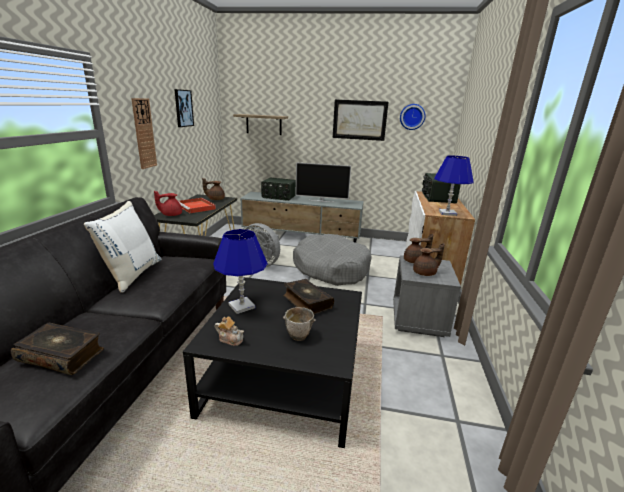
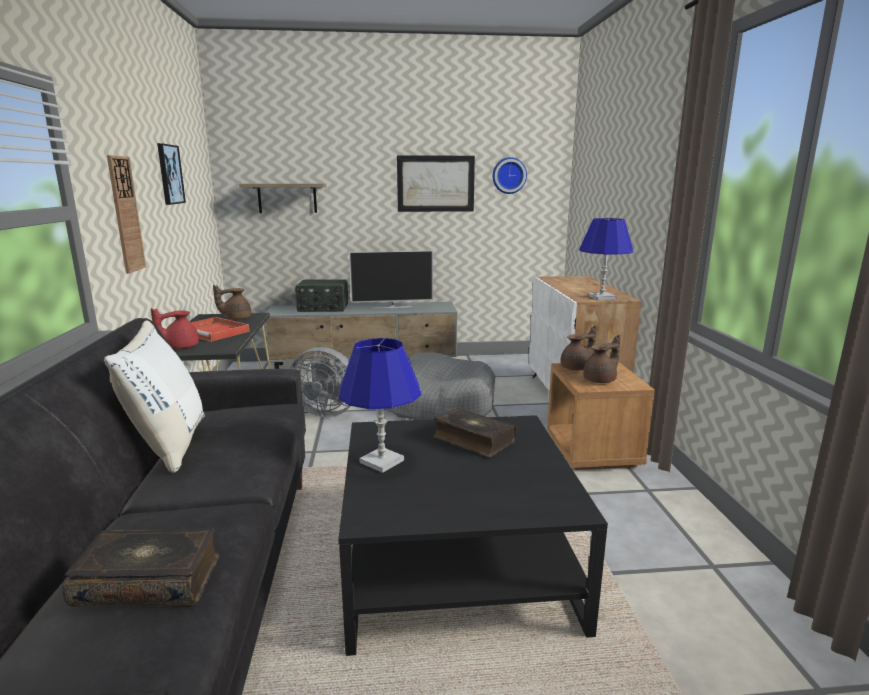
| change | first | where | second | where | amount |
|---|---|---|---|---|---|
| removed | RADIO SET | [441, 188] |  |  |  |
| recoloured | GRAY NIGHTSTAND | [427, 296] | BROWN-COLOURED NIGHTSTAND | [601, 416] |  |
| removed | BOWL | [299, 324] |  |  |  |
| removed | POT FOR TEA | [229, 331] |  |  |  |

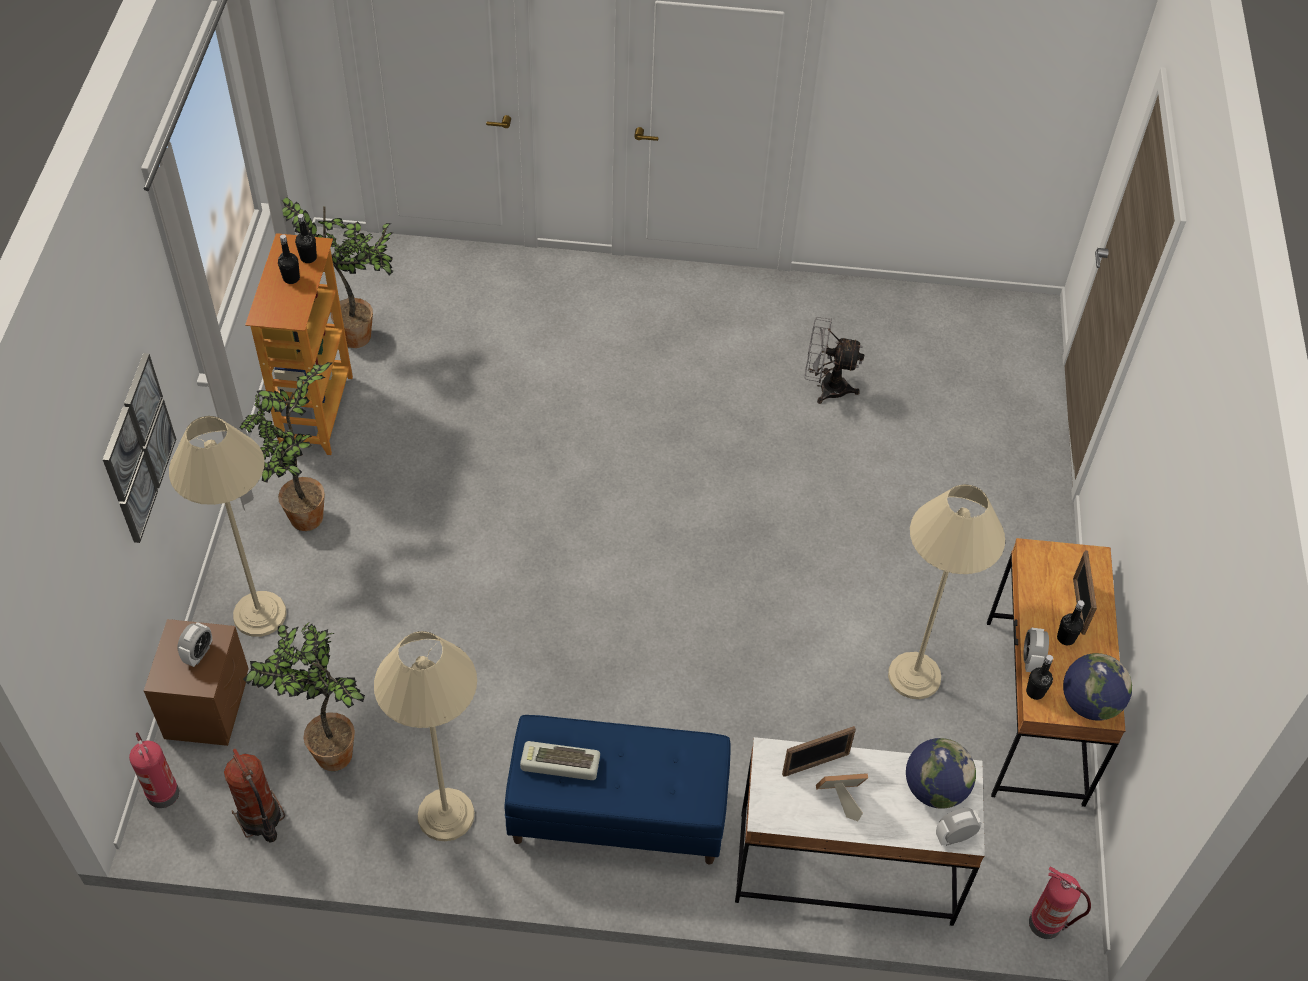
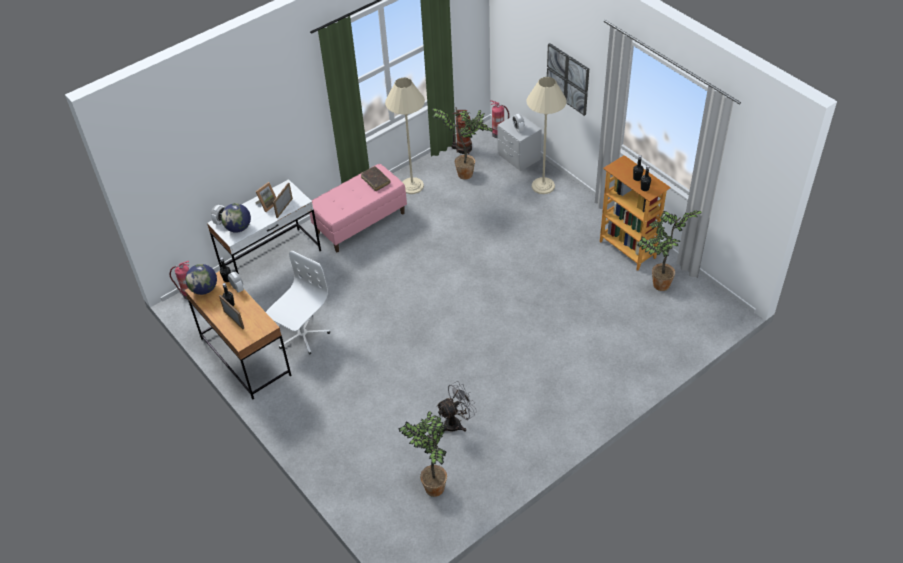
| change | first | where | second | where | amount |
|---|---|---|---|---|---|
| moved | PLANT IN A POT | [285, 446] |  | [422, 454] |  |
| replaced | SAND-COLOURED STANDARD LAMP | [946, 591] | WHITE DESK CHAIR | [298, 303] |  |
| recoloured | BROWN-COLOURED NIGHTSTAND | [196, 682] | GRAY NIGHTSTAND | [519, 142] |  |
| recoloured | BLUE-COLOURED BENCH | [617, 790] | PINK BENCH | [358, 208] |  |
| replaced | COMPUTER KEYBOARD | [560, 760] | BROWN-COLOURED BOOK | [375, 178] |  |

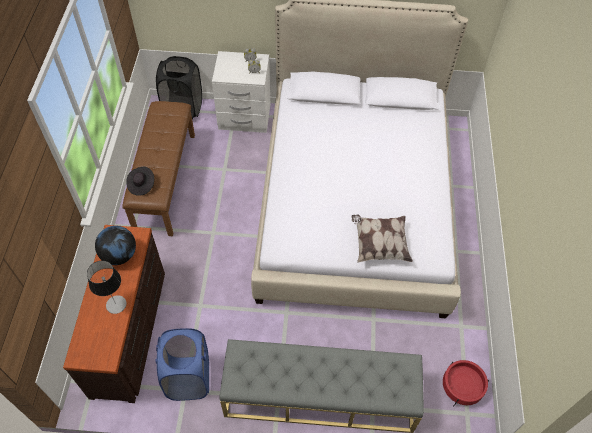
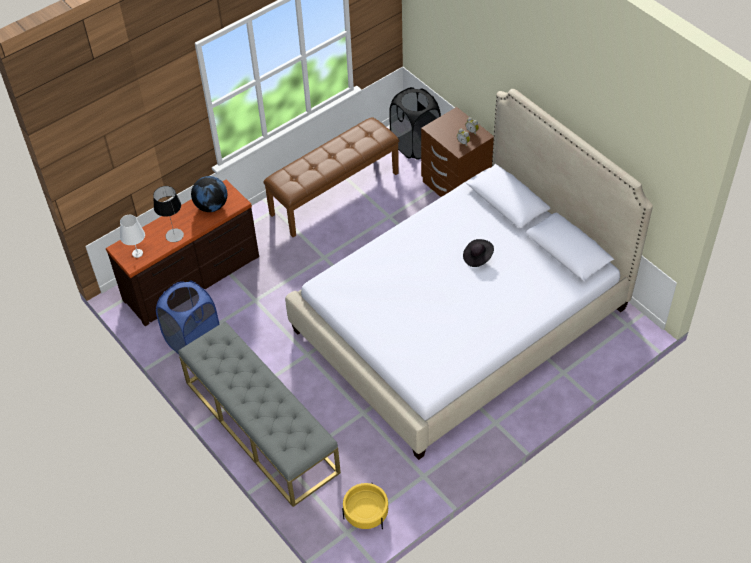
| change | first | where | second | where | amount |
|---|---|---|---|---|---|
| recoloured | WHITE NIGHTSTAND | [241, 92] | BROWN-COLOURED NIGHTSTAND | [457, 152] |  |
| moved | BLACKISH CLOTHING HAT | [140, 181] |  | [478, 253] |  |
| removed | CUSHION | [382, 239] |  |  |  |
| recoloured | RED-COLOURED PLANTER | [466, 383] | YELLOWISH PLANTER | [365, 506] |  |
| added |  |  | WHITE TABLETOP LAMP | [132, 236] |  |

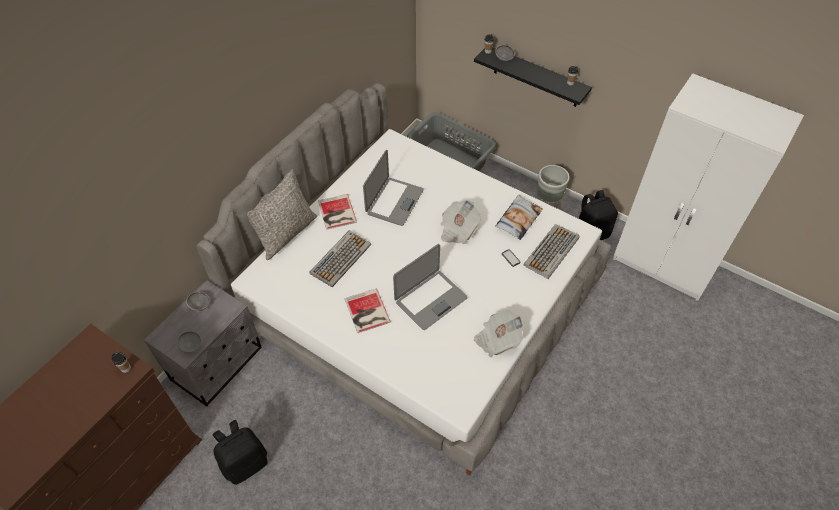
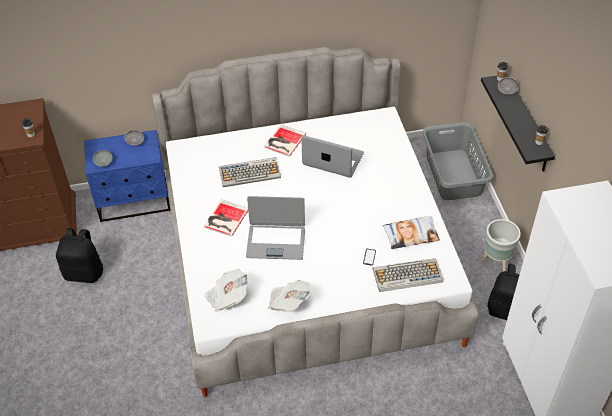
| change | first | where | second | where | amount |
|---|---|---|---|---|---|
| turned | PORTABLE COMPUTER | [393, 188] |  | [332, 156] | 135 degrees counterclockwise |
| removed | GRAY CUSHION | [282, 214] |  |  |  |
| moved | PRINTED PAPER | [461, 222] |  | [227, 290] |  |
| recoloured | GRAY NIGHTSTAND | [203, 343] | BLUE-COLOURED NIGHTSTAND | [127, 176] |  |

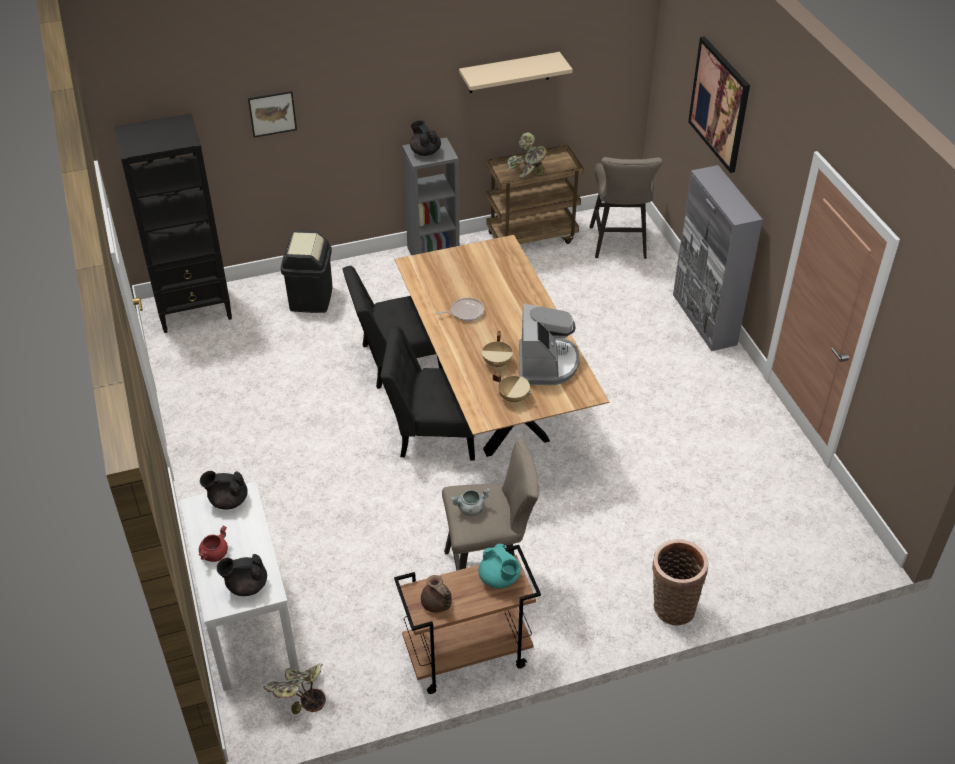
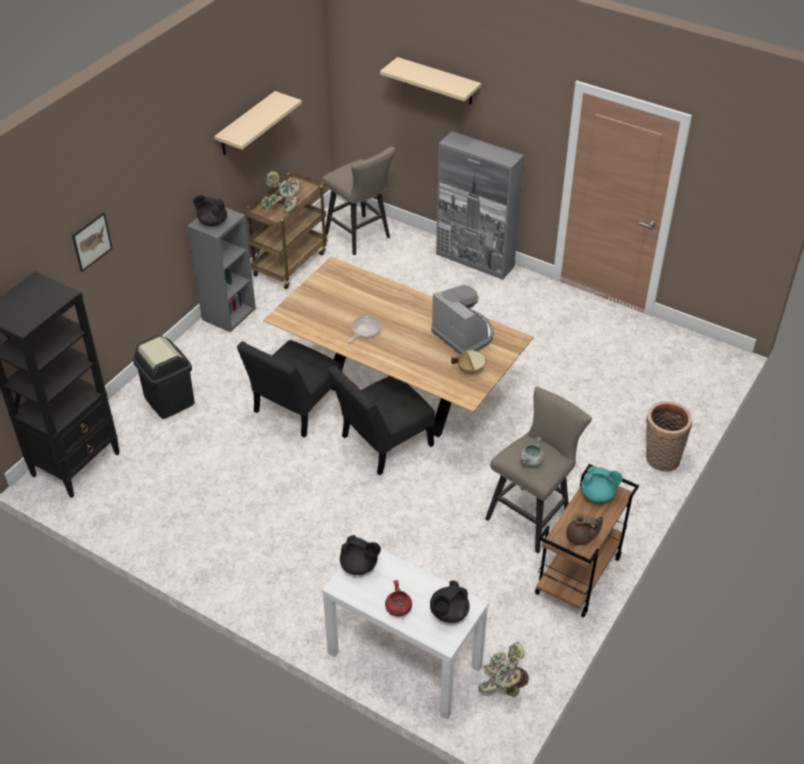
| change | first | where | second | where | amount |
|---|---|---|---|---|---|
| replaced | WALL PICTURE | [719, 104] | SAND-COLOURED SHELF | [430, 80] |  |
| removed | SAND-COLOURED SAUCEPOT | [497, 349] |  |  |  |
| turned | BLACKISH POT FOR TEA | [224, 490] |  | [360, 555] | 120 degrees counterclockwise |

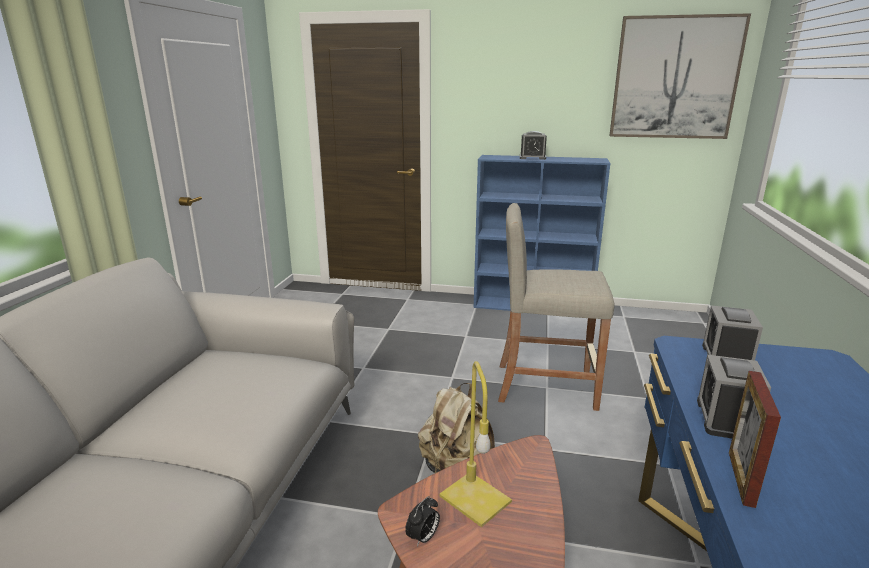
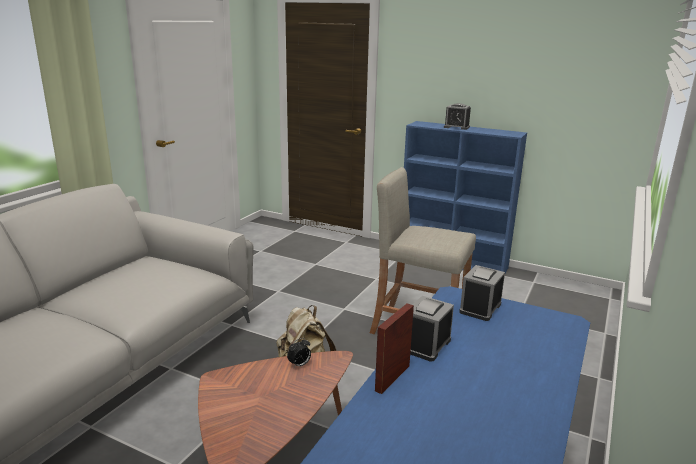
| change | first | where | second | where | amount |
|---|---|---|---|---|---|
| removed | WALL PICTURE | [680, 76] |  |  |  |
| removed | YELLOWISH TABLETOP LAMP | [475, 444] |  |  |  |
| moved | TABLE CLOCK | [422, 521] |  | [299, 353] |  |

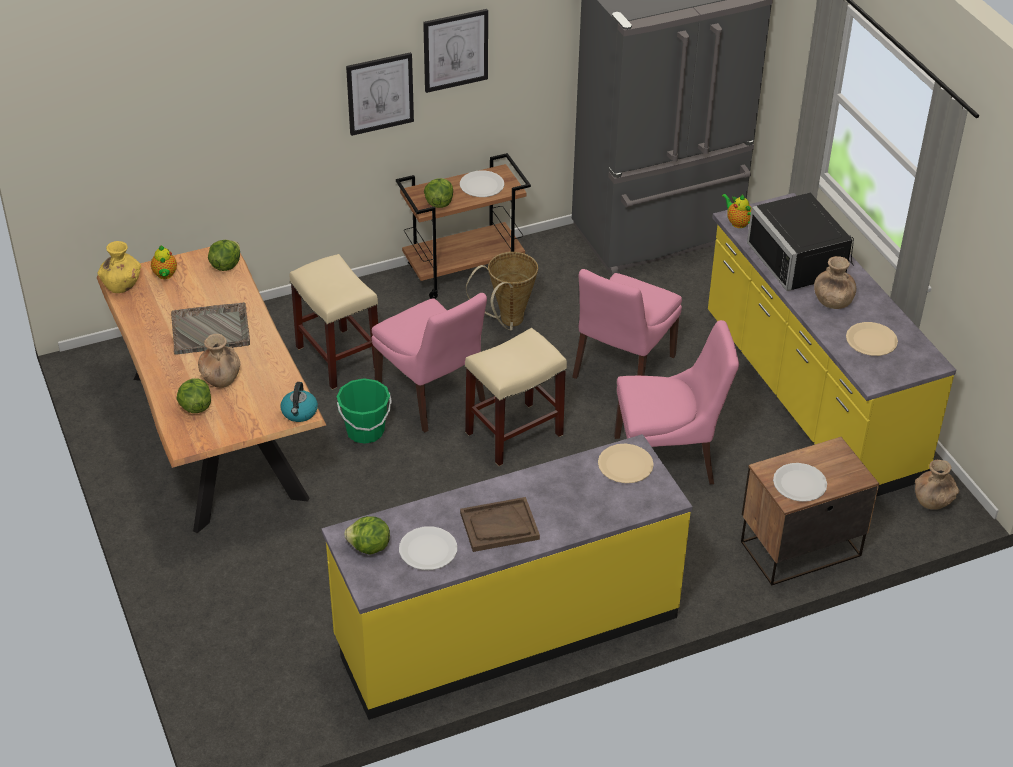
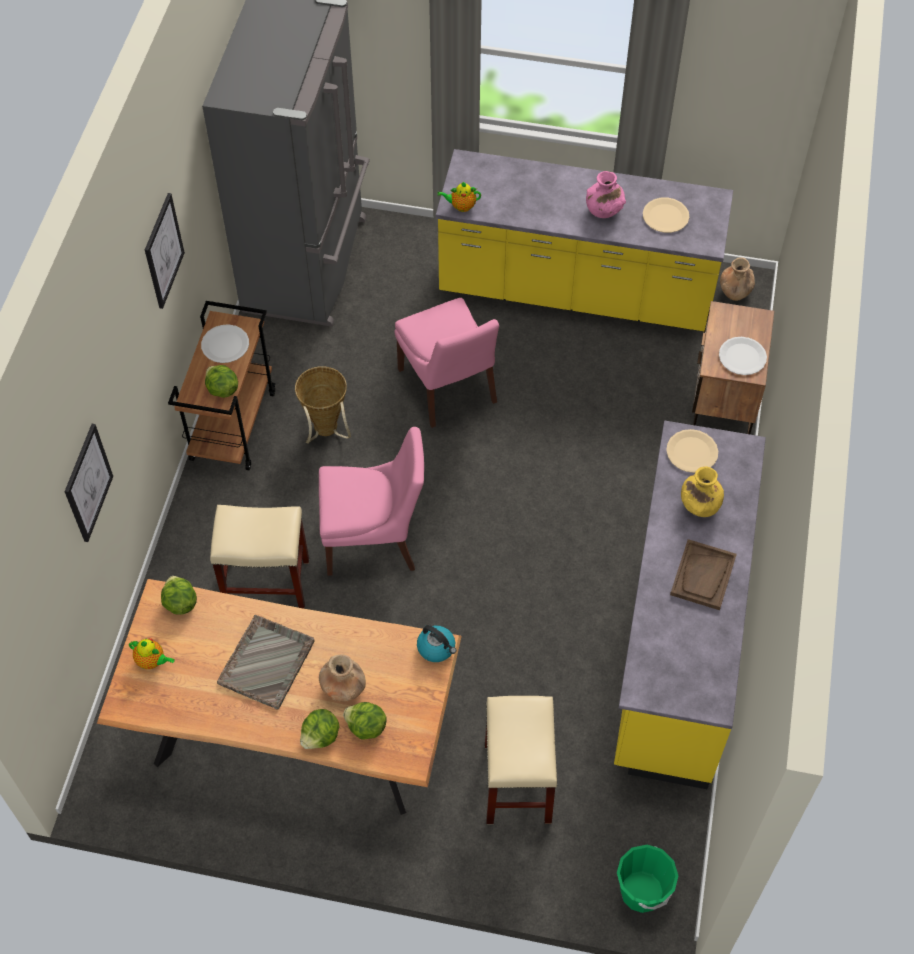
| change | first | where | second | where | amount |
|---|---|---|---|---|---|
| moved | WALL PICTURE | [380, 94] |  | [88, 483] |  |
| removed | BLACKISH KITCHEN MICROWAVE | [800, 242] |  |  |  |
| moved | YELLOWISH FLOWER VASE | [119, 267] |  | [702, 491] |  |
| recoloured | BROWN-COLOURED FLOWER VASE | [835, 282] | PINK FLOWER VASE | [606, 194] |  |
| removed | PINK PLAIN CHAIR | [676, 402] |  |  |  |
| moved | SAND-COLOURED STOOL SEAT | [516, 397] |  | [521, 760] |  |
| moved | GREEN BUCKET | [364, 411] |  | [647, 879] |  |
| moved | HEAD OF LETTUCE | [367, 535] |  | [320, 729] |  |
| removed | WHITE DINNER PLATE | [428, 548] |  |  |  |

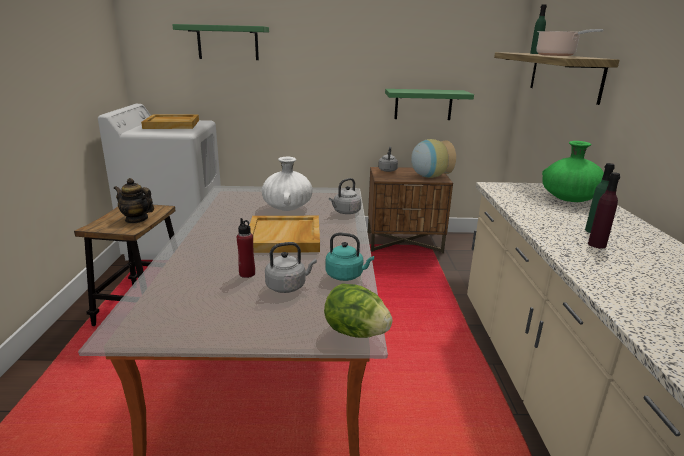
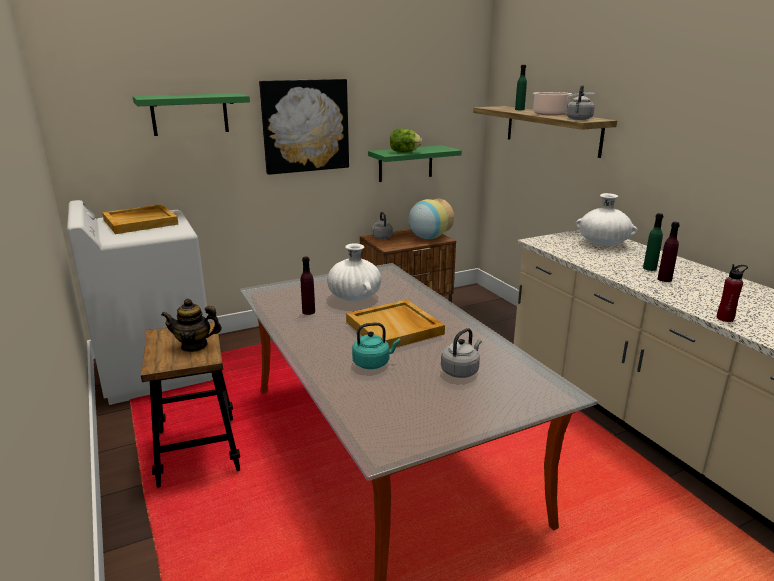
| change | first | where | second | where | amount |
|---|---|---|---|---|---|
| recoloured | GREEN FLOWER VASE | [573, 171] | WHITE FLOWER VASE | [607, 219] |  |
| moved | GRAY TEA KETTLE | [345, 196] |  | [580, 102] |  |
| moved | RED-COLOURED BOTTLE | [246, 248] |  | [732, 293] |  |
| moved | TURQUOISE-COLOURED TEA KETTLE | [349, 257] |  | [376, 345] |  |
| moved | HEAD OF LETTUCE | [358, 310] |  | [406, 140] |  |
| added |  |  | WALL PICTURE | [304, 127] |  |
| added |  |  | PURPLE BOTTLE | [308, 286] |  |

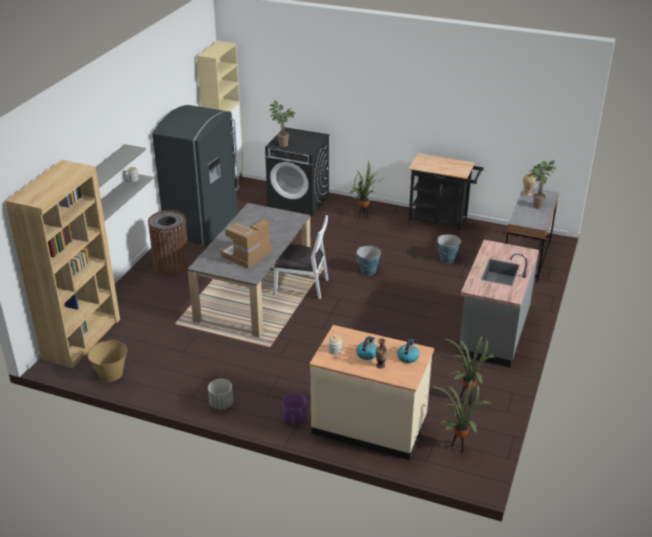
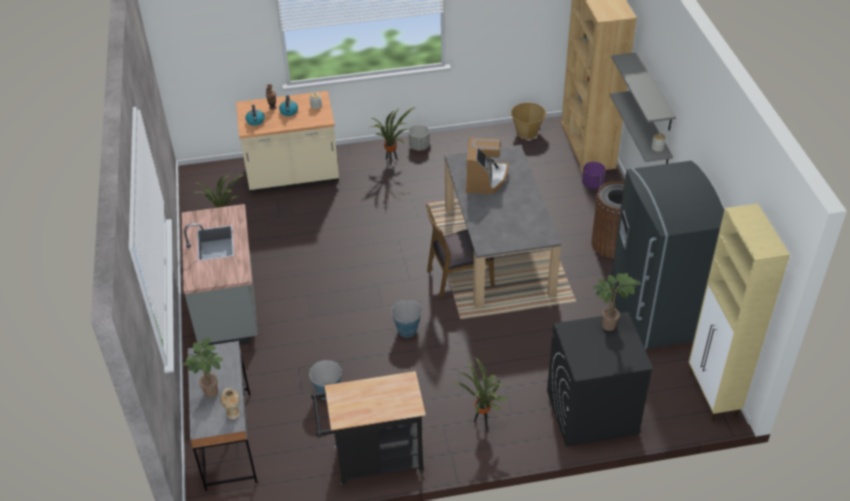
| change | first | where | second | where | amount |
|---|---|---|---|---|---|
| recoloured | WHITE PLAIN CHAIR | [301, 257] | BROWN-COLOURED PLAIN CHAIR | [460, 251] |  |
| moved | PLANT IN A POT | [461, 416] |  | [392, 136] |  |
| moved | PURPLE PLANTER | [294, 409] |  | [594, 175] |  |

